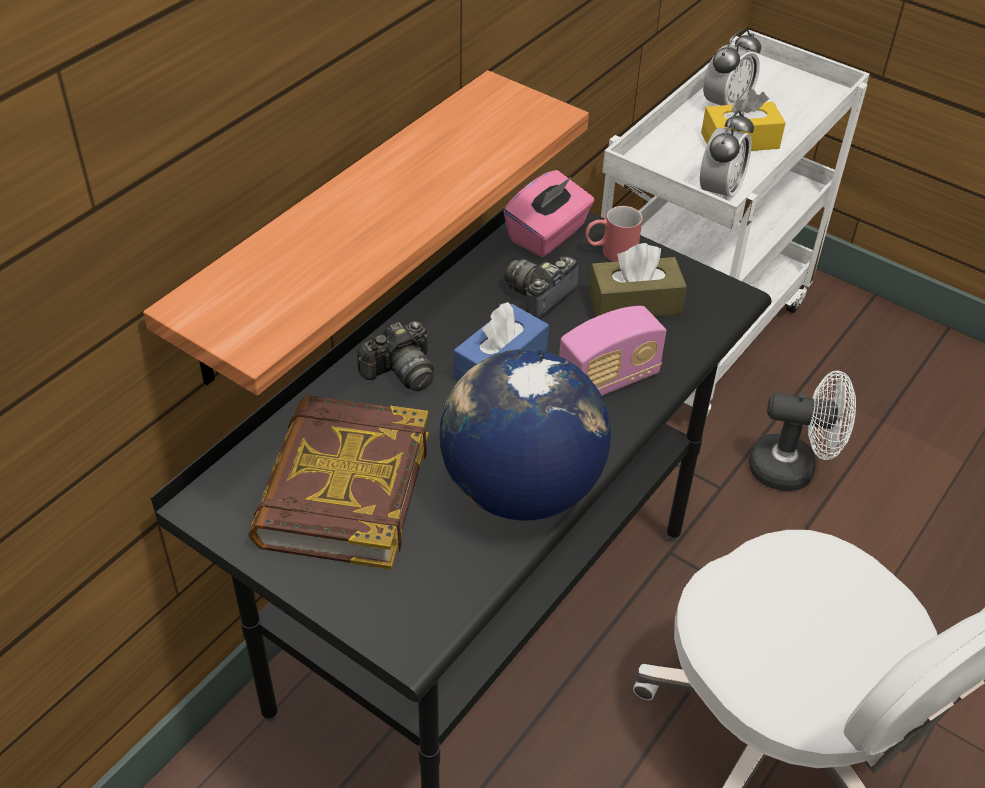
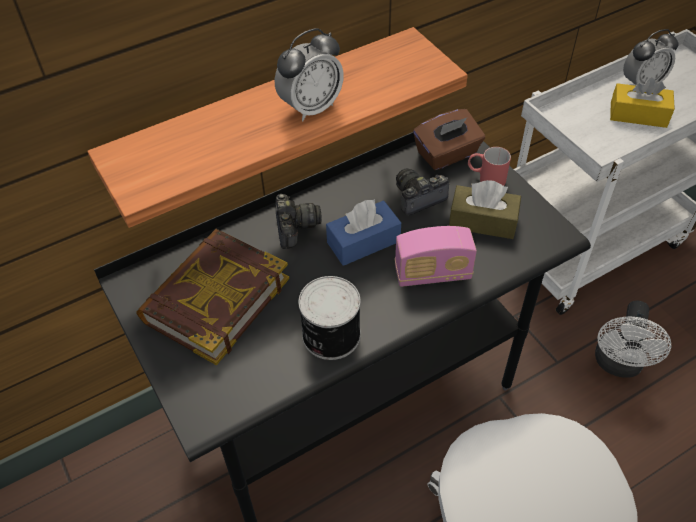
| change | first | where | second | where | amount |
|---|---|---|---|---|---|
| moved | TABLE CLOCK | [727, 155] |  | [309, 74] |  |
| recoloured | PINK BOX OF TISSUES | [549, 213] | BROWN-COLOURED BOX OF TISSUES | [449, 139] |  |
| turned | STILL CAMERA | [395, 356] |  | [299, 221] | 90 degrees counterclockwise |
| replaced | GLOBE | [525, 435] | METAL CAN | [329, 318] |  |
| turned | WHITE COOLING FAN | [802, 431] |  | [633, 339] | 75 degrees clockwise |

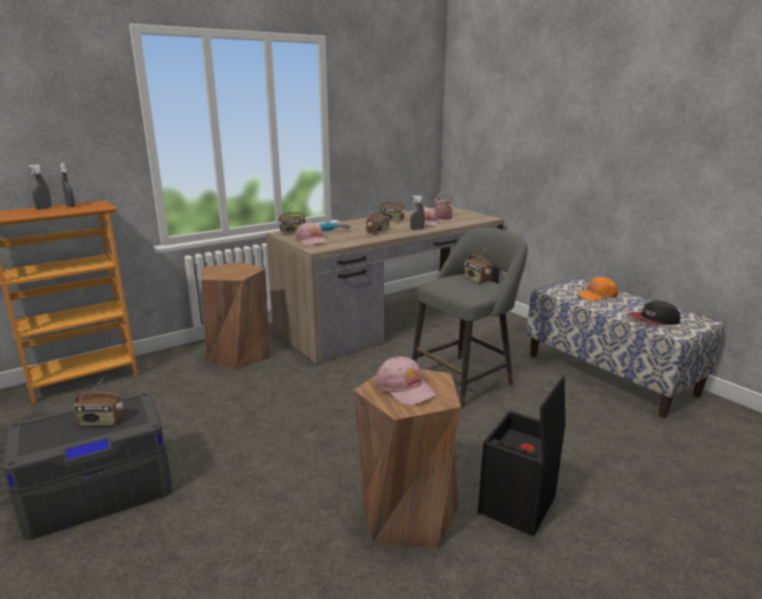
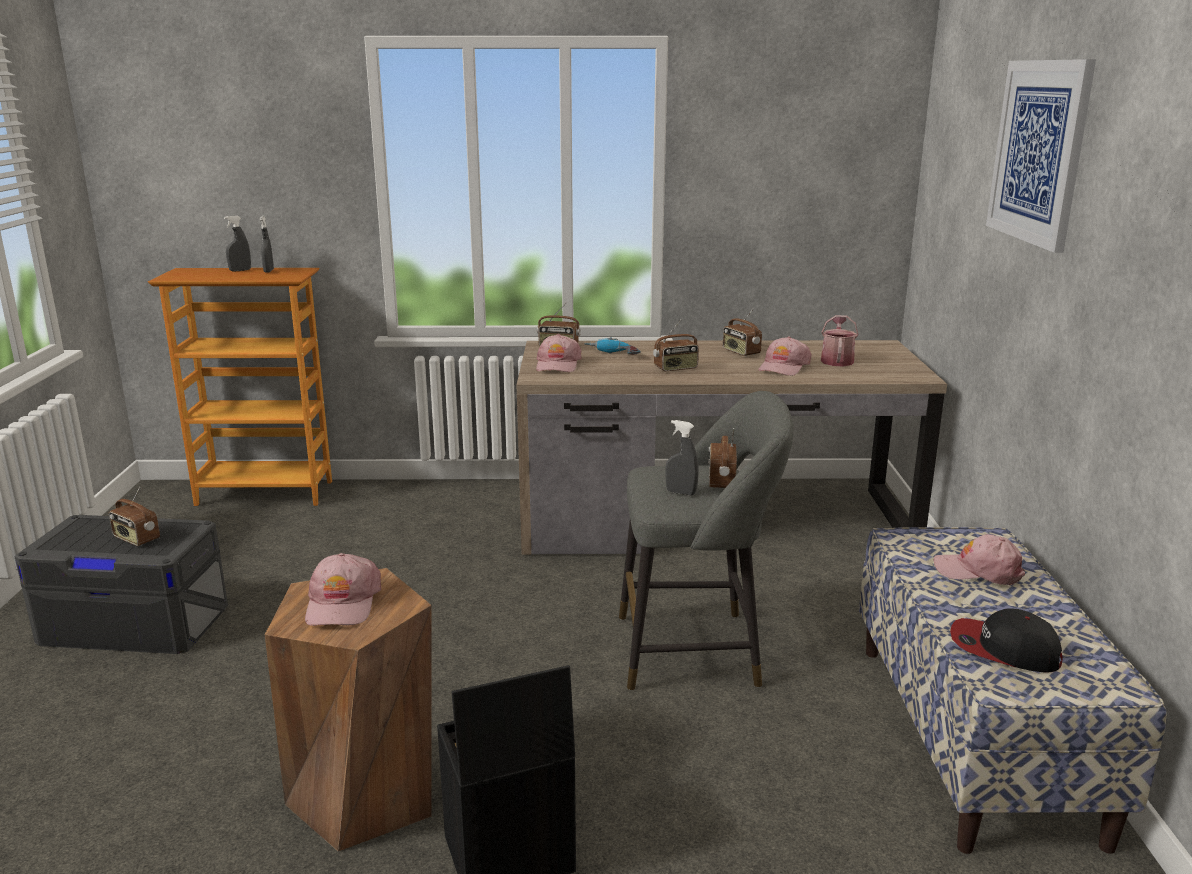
| change | first | where | second | where | amount |
|---|---|---|---|---|---|
| moved | GRAY HAND SPRAYER | [417, 212] |  | [682, 457] |  |
| removed | BROWN-COLOURED STOOL SEAT | [235, 316] |  |  |  |
| recoloured | ORANGE PEAKED CAP | [597, 289] | PINK PEAKED CAP | [979, 559] |  |
| added |  |  | WALL PICTURE | [1041, 156] |  |

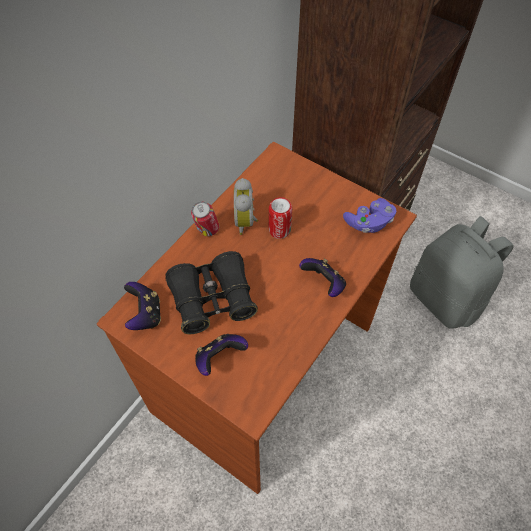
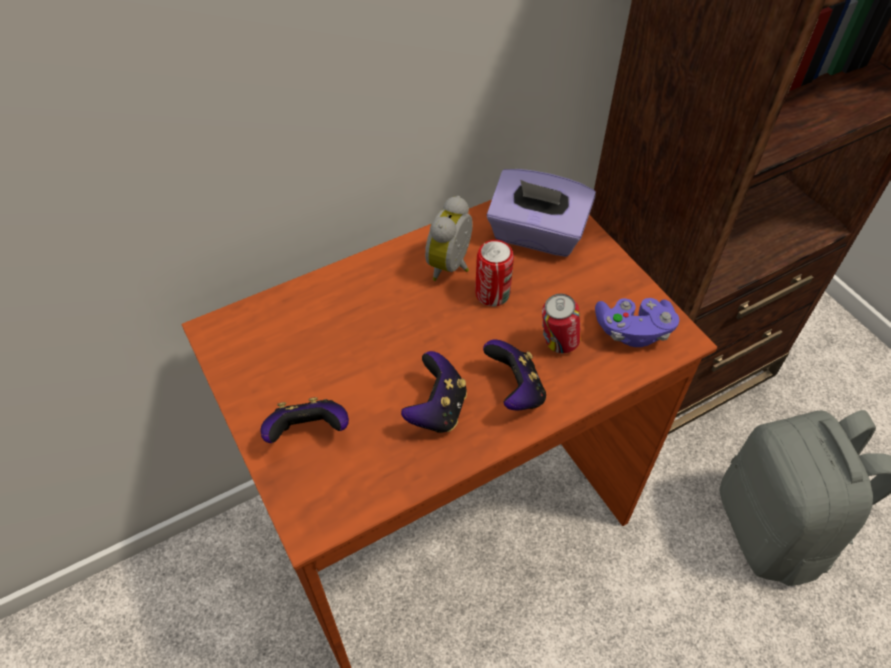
| change | first | where | second | where | amount |
|---|---|---|---|---|---|
| moved | METAL CAN | [205, 219] |  | [561, 323] |  |
| removed | BLACKISH FIELD GLASSES | [211, 292] |  |  |  |
| moved | GAMEPAD | [142, 306] |  | [434, 392] |  |
| added |  |  | PURPLE BOX OF TISSUES | [541, 213] |  |

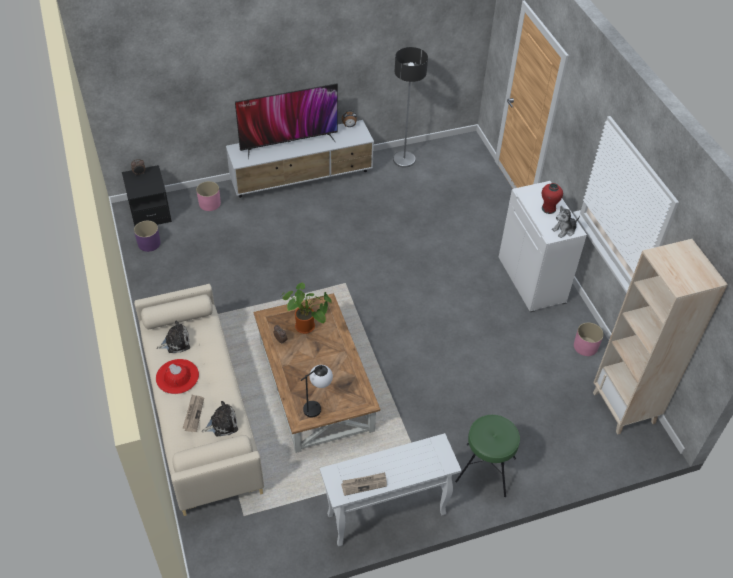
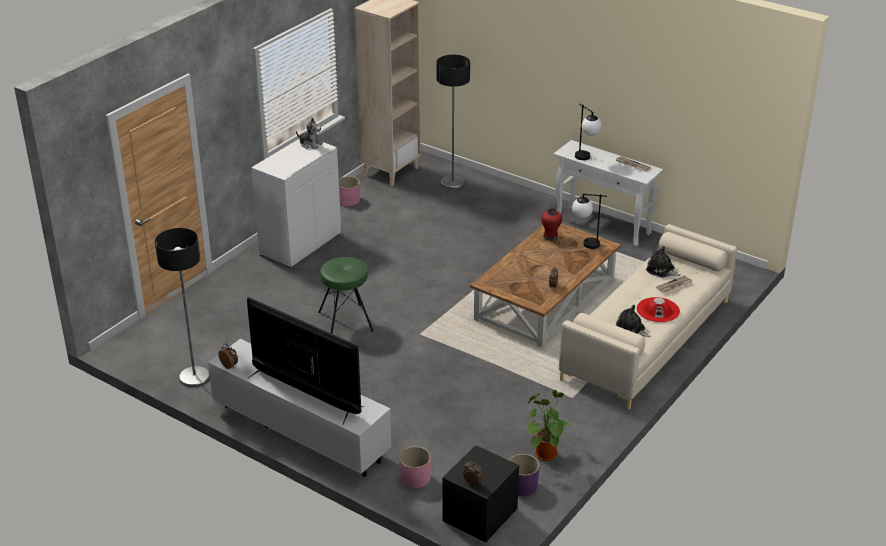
| change | first | where | second | where | amount |
|---|---|---|---|---|---|
| moved | RED-COLOURED FLOWER VASE | [552, 198] |  | [551, 224] |  |
| moved | PLANT IN A POT | [306, 308] |  | [548, 425] |  |
| moved | GREEN STOOL SEAT | [487, 456] |  | [346, 295] |  |
| added |  |  | STANDARD LAMP | [453, 122] |  |
| added |  |  | TABLETOP LAMP | [588, 131] |  |

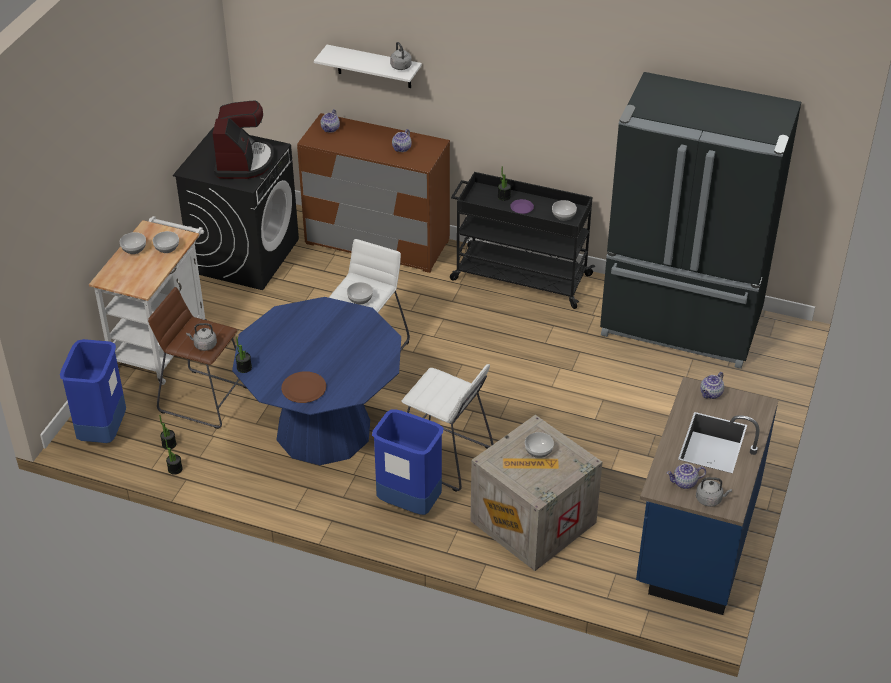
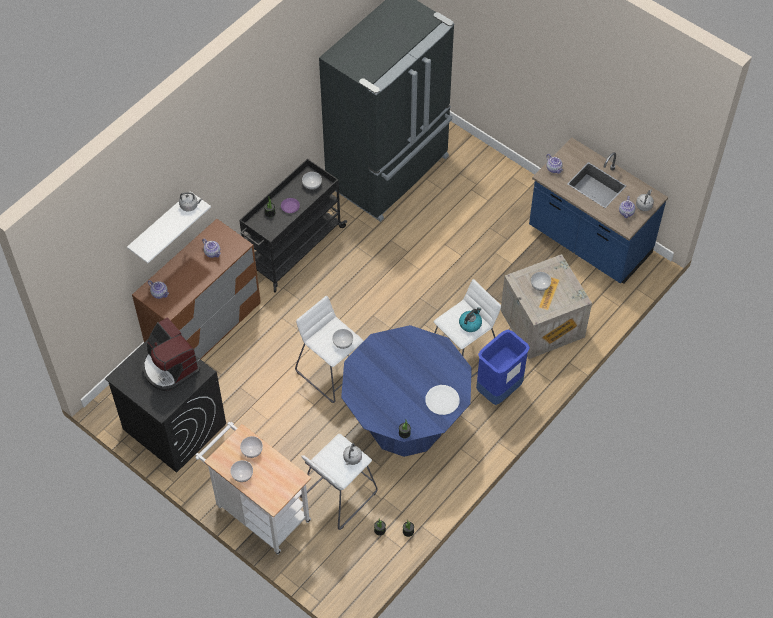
| change | first | where | second | where | amount |
|---|---|---|---|---|---|
| turned | COFFEE MACHINE | [243, 139] |  | [171, 354] | 150 degrees counterclockwise |
| recoloured | BROWN-COLOURED STOOL SEAT | [197, 358] | WHITE STOOL SEAT | [339, 482] |  |
| removed | BLUE-COLOURED WASTE BIN | [93, 391] |  |  |  |
| recoloured | BROWN-COLOURED DINNER PLATE | [303, 387] | WHITE DINNER PLATE | [442, 400] |  |
| added |  |  | TEA KETTLE | [470, 319] |  |

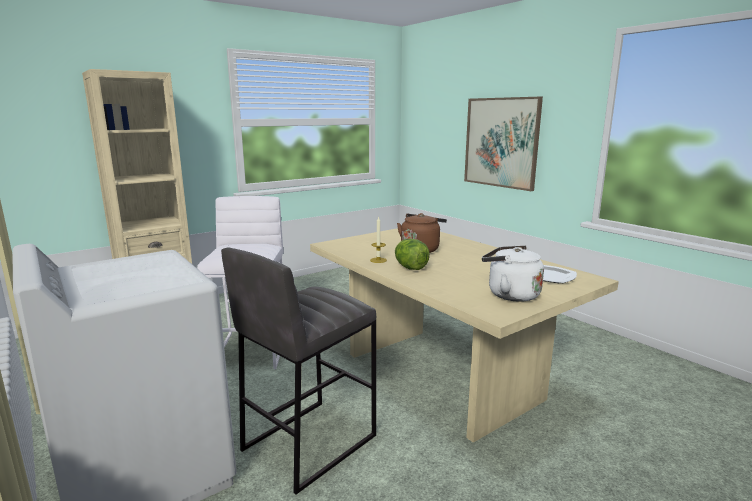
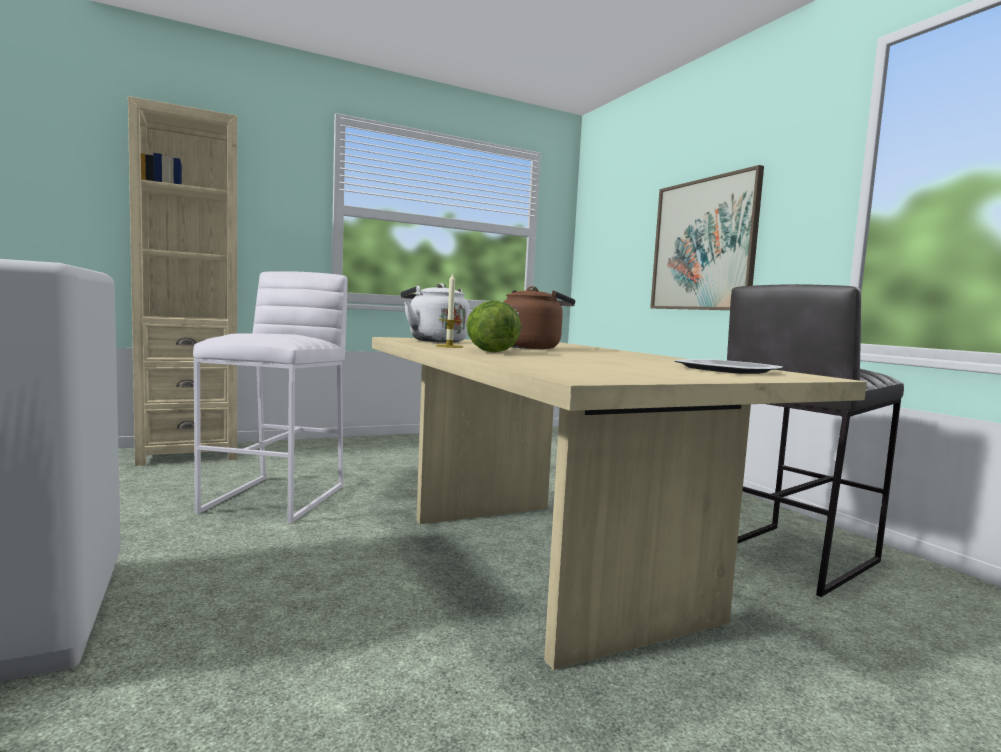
| change | first | where | second | where | amount |
|---|---|---|---|---|---|
| moved | WHITE TEA KETTLE | [513, 273] |  | [435, 312] |  |
| moved | GRAY STOOL SEAT | [298, 371] |  | [815, 440] |  |

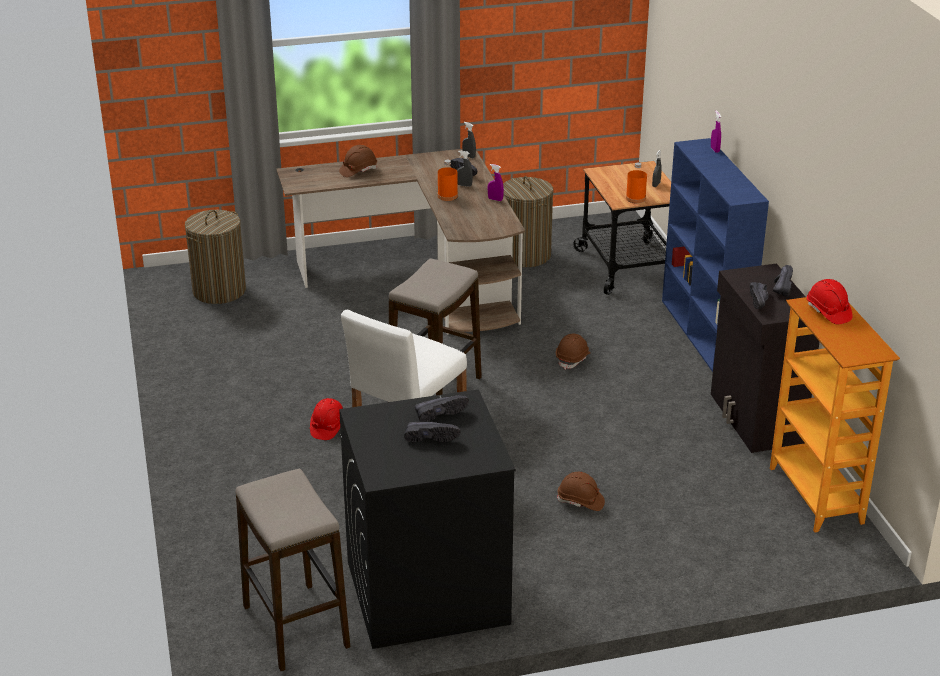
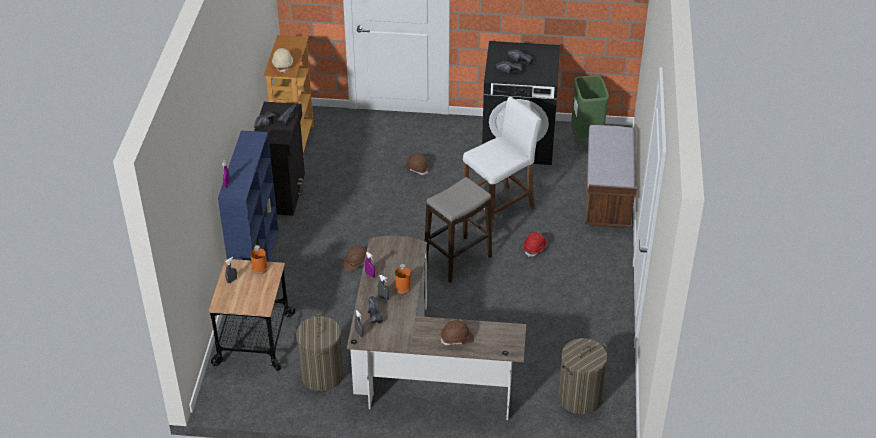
| change | first | where | second | where | amount |
|---|---|---|---|---|---|
| recoloured | RED-COLOURED HARD HAT | [830, 301] | SAND-COLOURED HARD HAT | [282, 60] |  |
| replaced | STOOL SEAT | [292, 569] | GREEN WASTE BIN | [590, 110] |  |
| added |  |  | BROWN-COLOURED BENCH | [611, 176] |  |

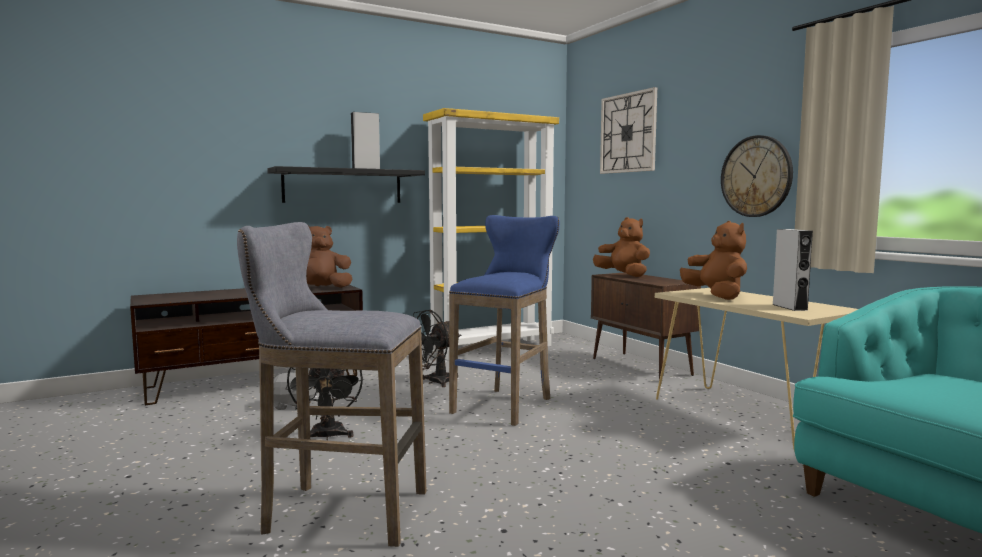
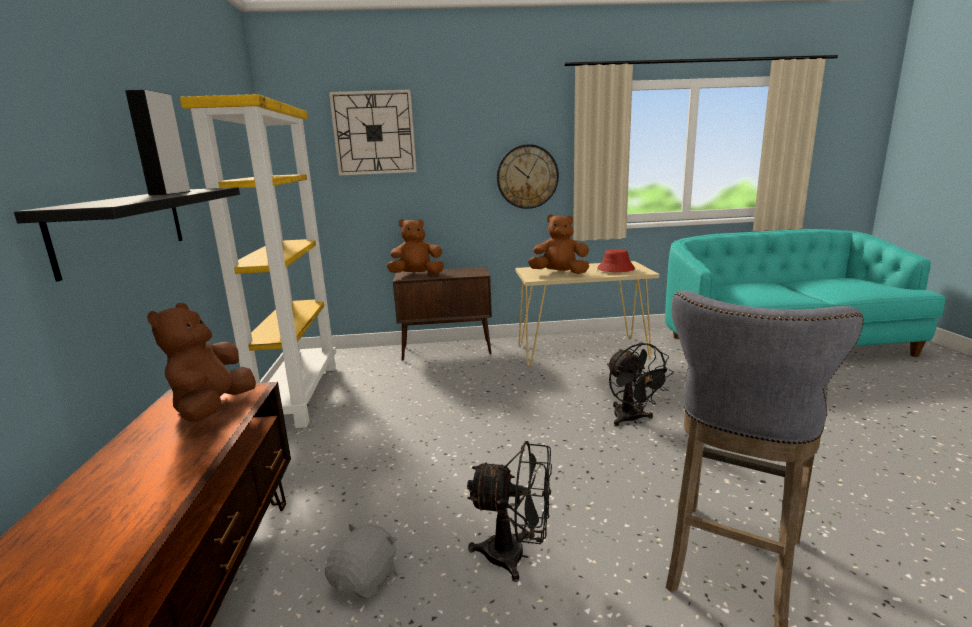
| change | first | where | second | where | amount |
|---|---|---|---|---|---|
| removed | BLUE-COLOURED STOOL SEAT | [504, 320] |  |  |  |
| replaced | GRAY LOUDSPEAKER | [792, 270] | RED-COLOURED CLOTHING HAT | [616, 260] |  |
| moved | BLACKISH COOLING FAN | [437, 348] |  | [640, 384] |  |

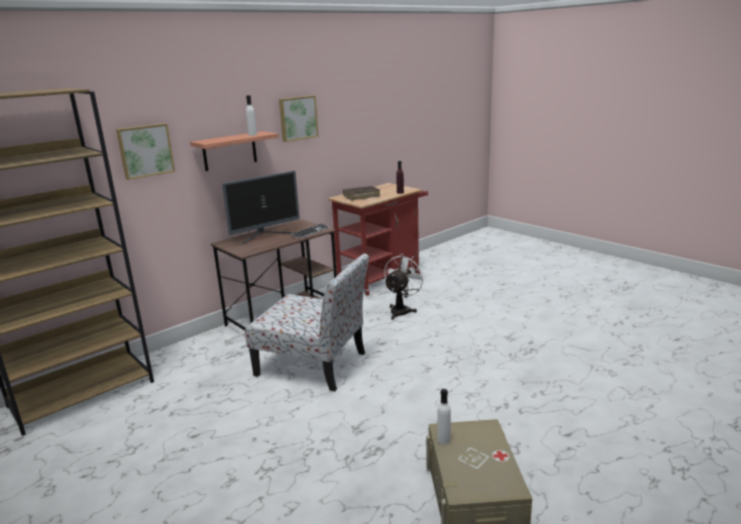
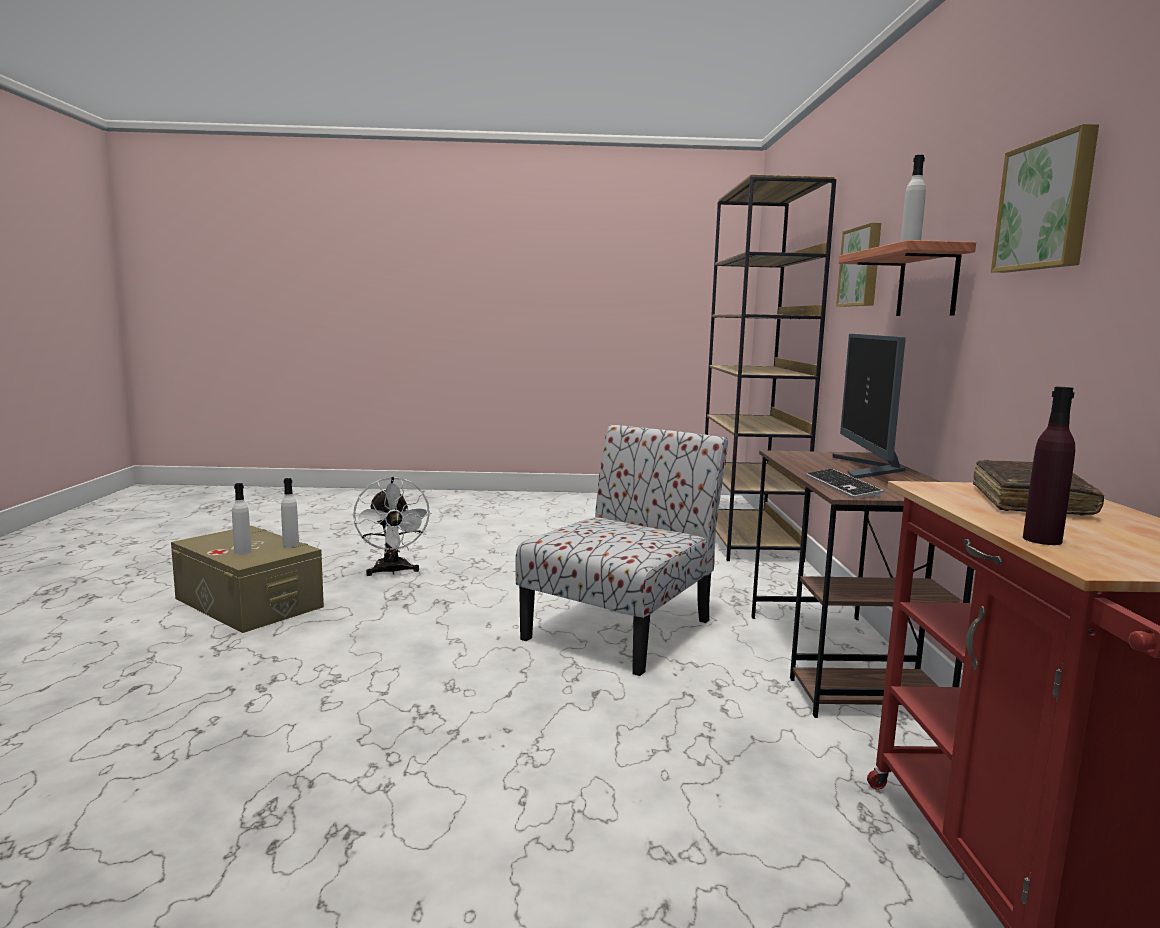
| change | first | where | second | where | amount |
|---|---|---|---|---|---|
| turned | PLAIN CHAIR | [307, 322] |  | [621, 550] | 150 degrees clockwise |
| moved | WHITE COOLING FAN | [404, 287] |  | [392, 526] |  |
| added |  |  | WHITE BOTTLE | [241, 518] |  |

